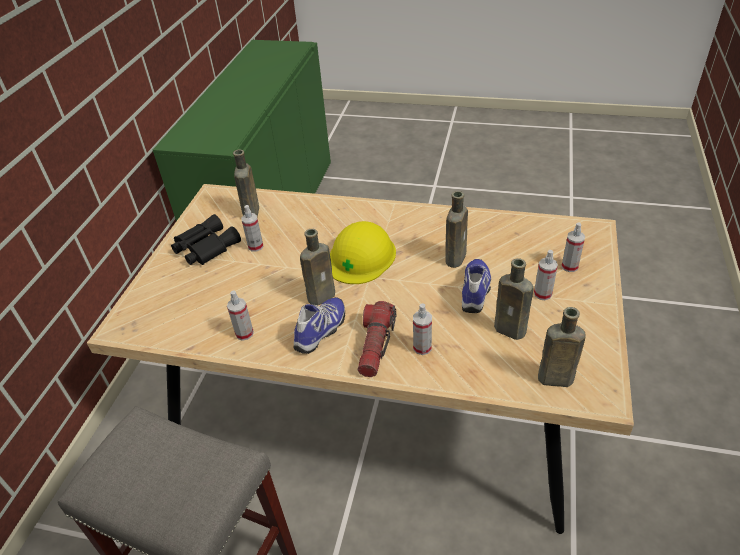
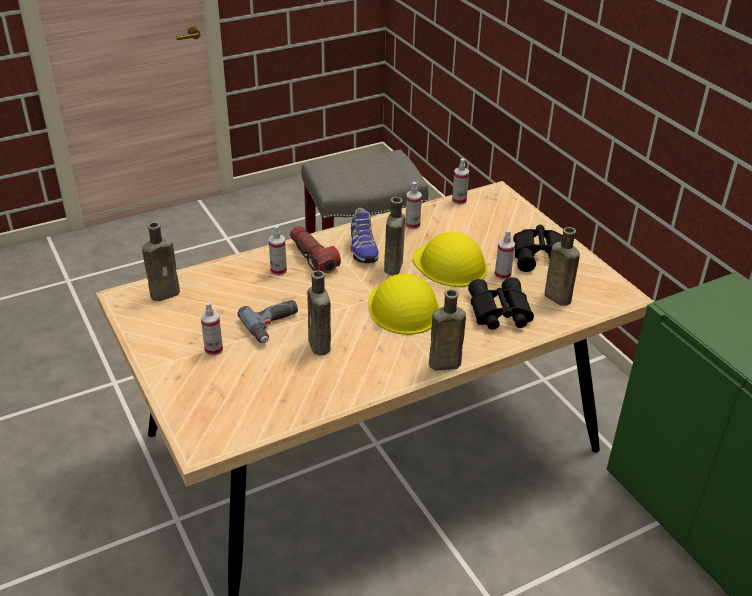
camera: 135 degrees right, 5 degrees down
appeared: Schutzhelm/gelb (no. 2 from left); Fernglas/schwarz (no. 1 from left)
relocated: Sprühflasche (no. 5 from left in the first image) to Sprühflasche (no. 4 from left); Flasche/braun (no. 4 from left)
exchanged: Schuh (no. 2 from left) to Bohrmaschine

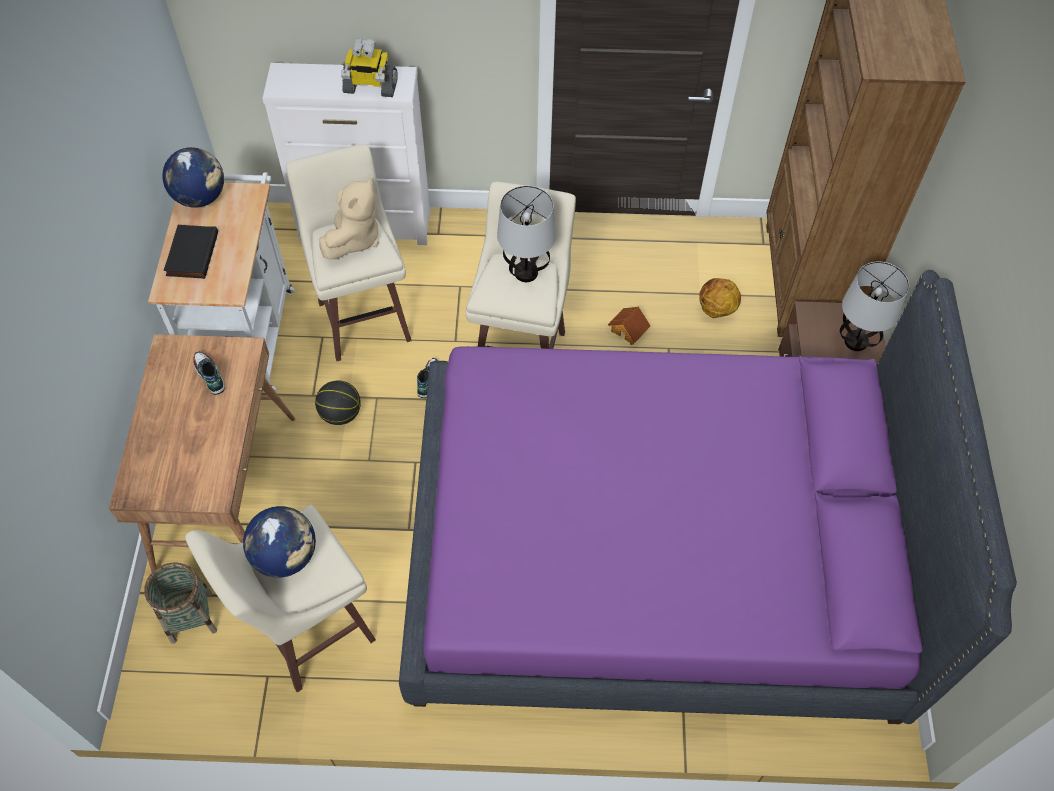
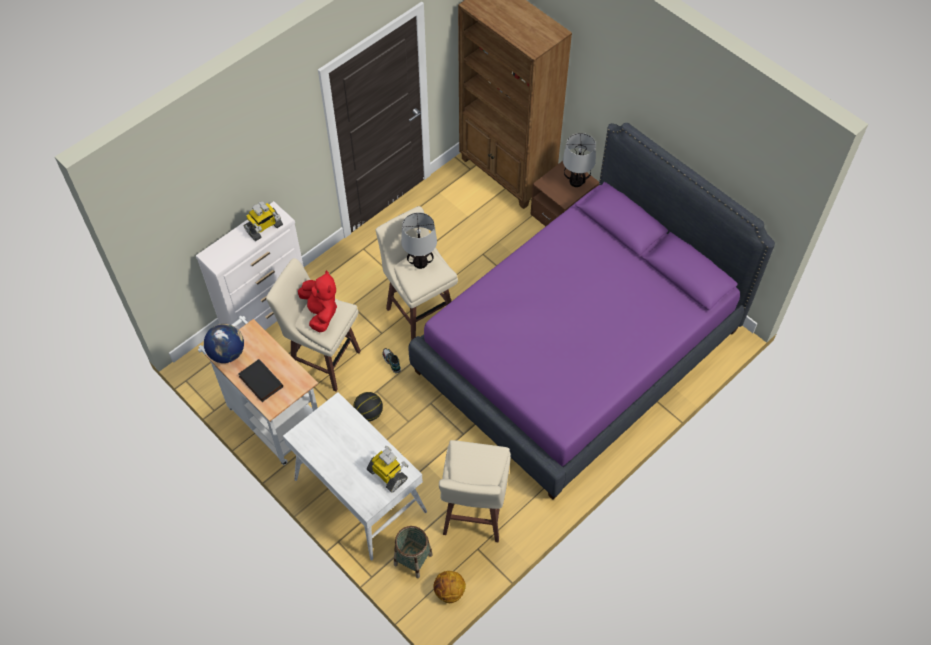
camera: 45 degrees left, 0 degrees up
missing: Spielzeughaus; Schuh (no. 1 from left); Globus (no. 2 from left)
appeared: Spielzeugroboter (no. 2 from left)
relocated: Basketball (no. 2 from left)
colour: Plüschtier/beige to Plüschtier/rot; Schreibtisch/braun to Schreibtisch/weiß

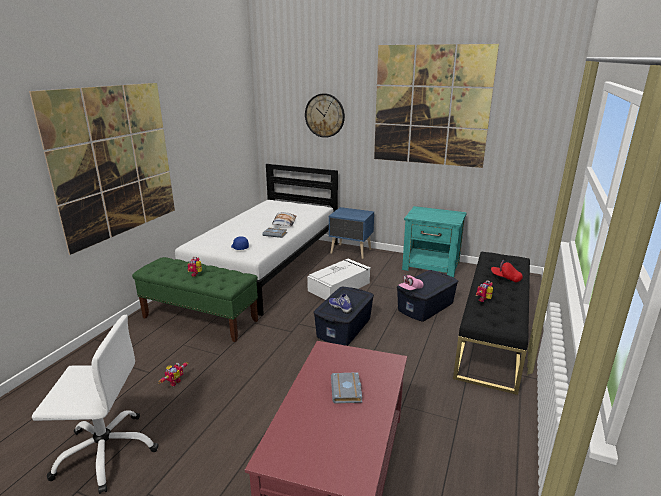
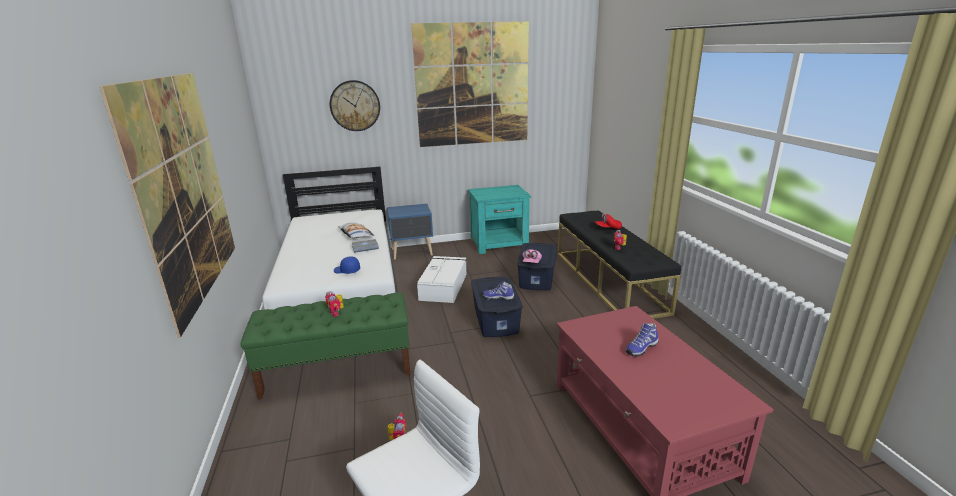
camera: 35 degrees left, 0 degrees up
exchanged: Buch/grau (no. 2 from left) to Schuh (no. 2 from left)

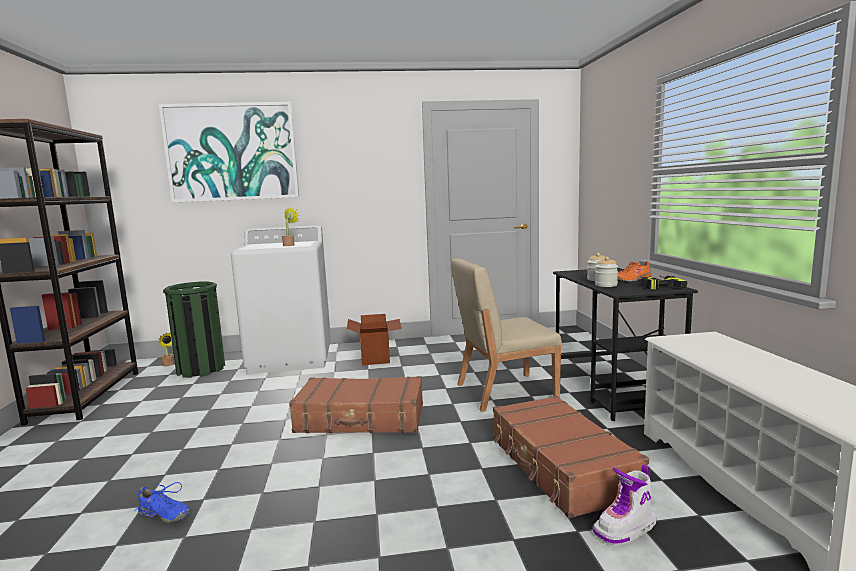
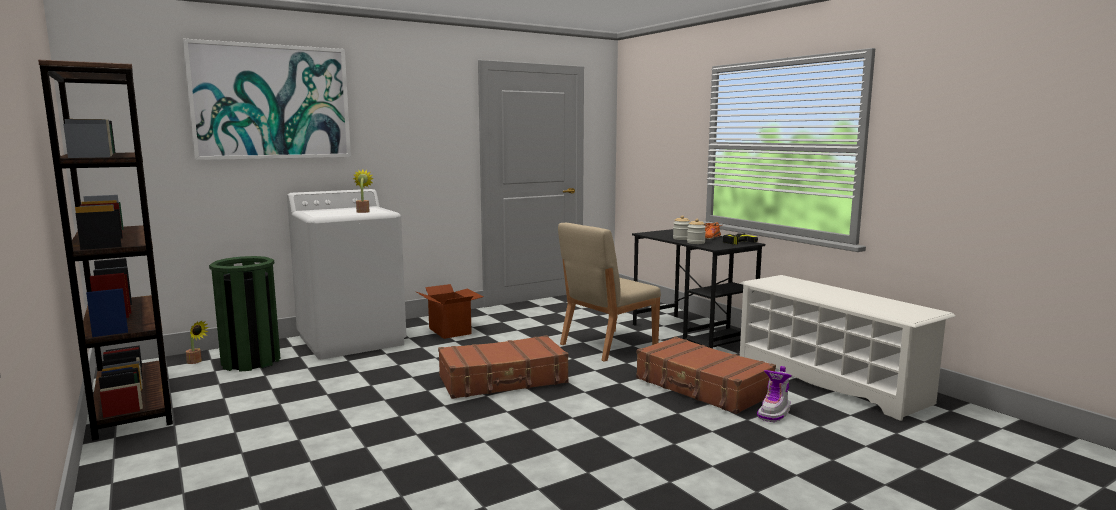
camera: 25 degrees left, 0 degrees up
missing: Schuh/blau

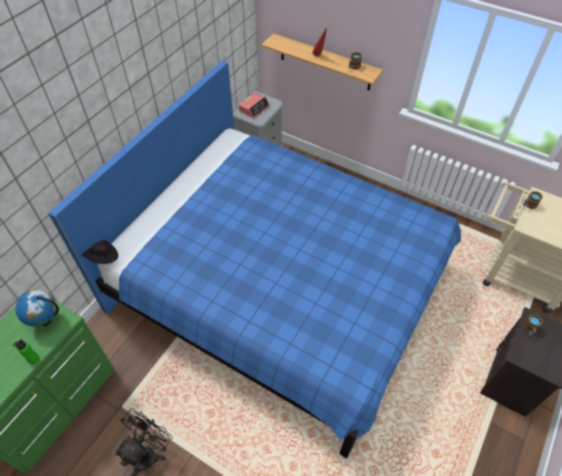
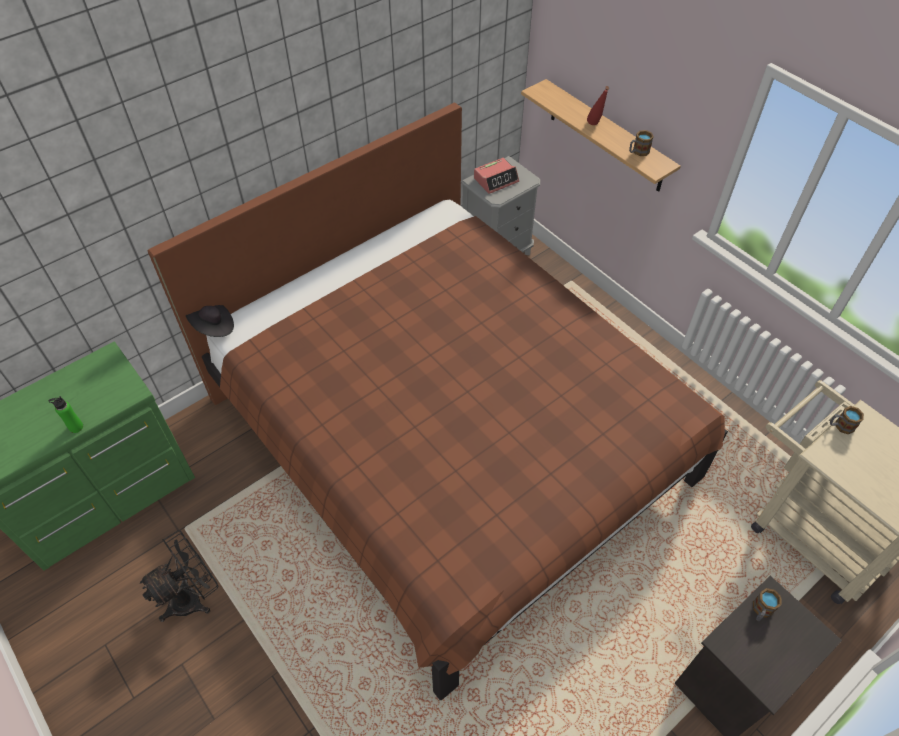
camera: 20 degrees right, 0 degrees up
missing: Globus
colour: Bett/blau to Bett/braun

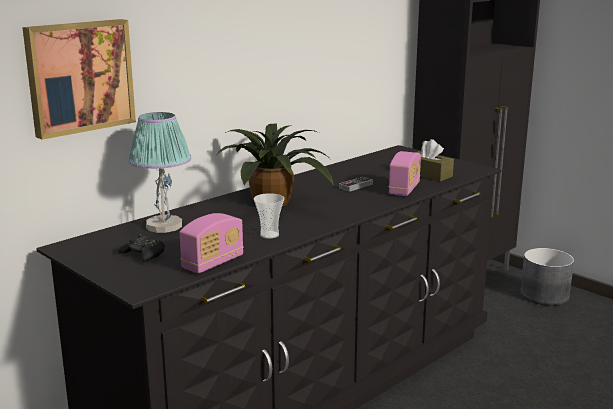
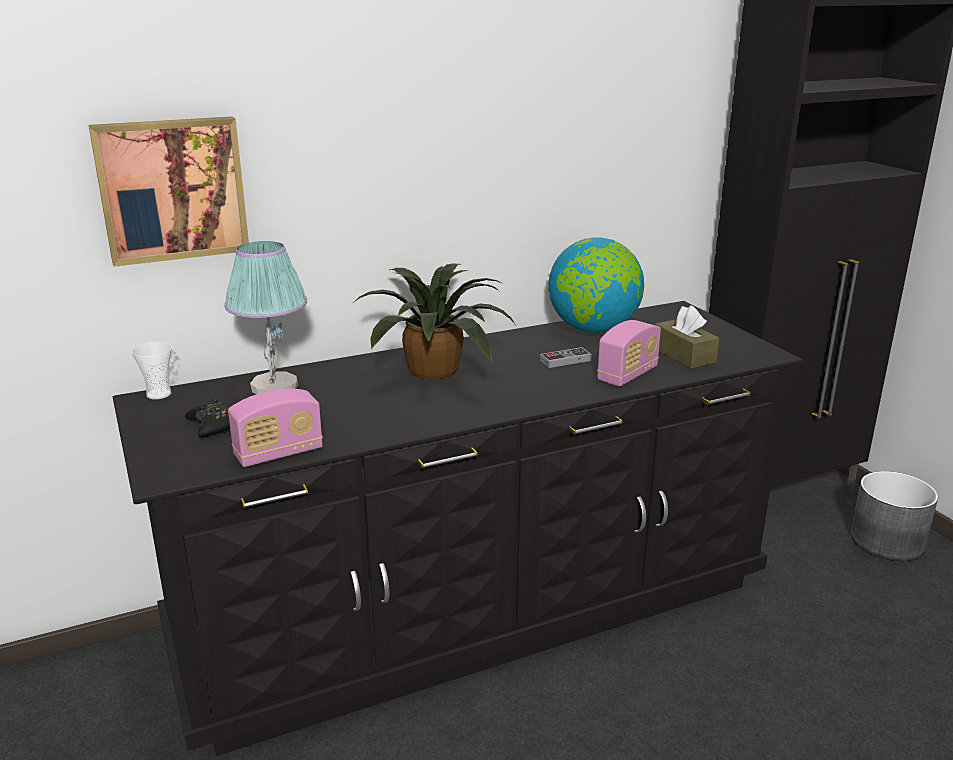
camera: 20 degrees right, 5 degrees up
appeared: Globus
relocated: Tasse

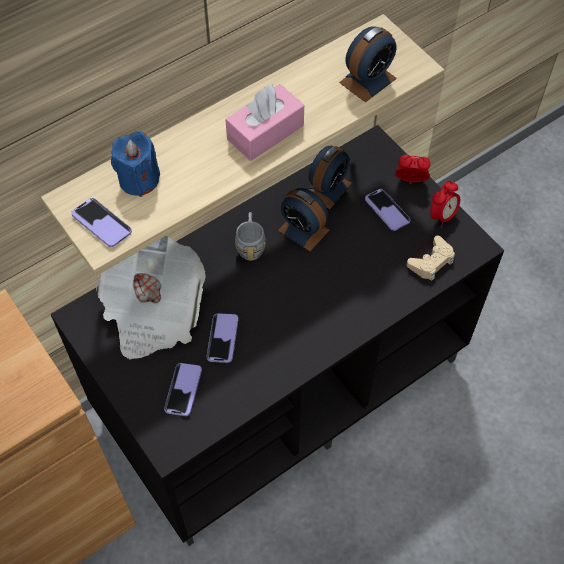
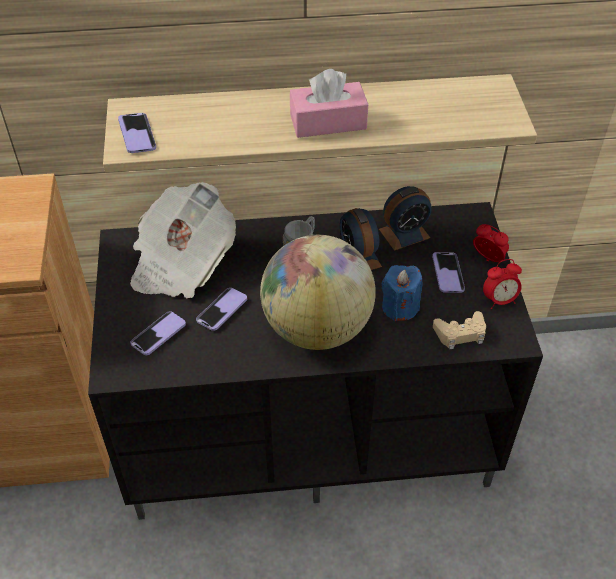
camera: 30 degrees right, 10 degrees down
missing: Wecker (no. 3 from left)
appeared: Globus
relocated: Kerze/blau

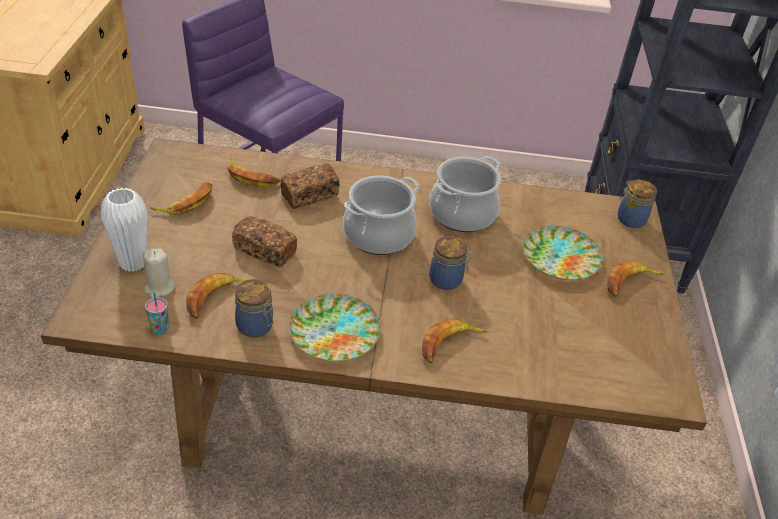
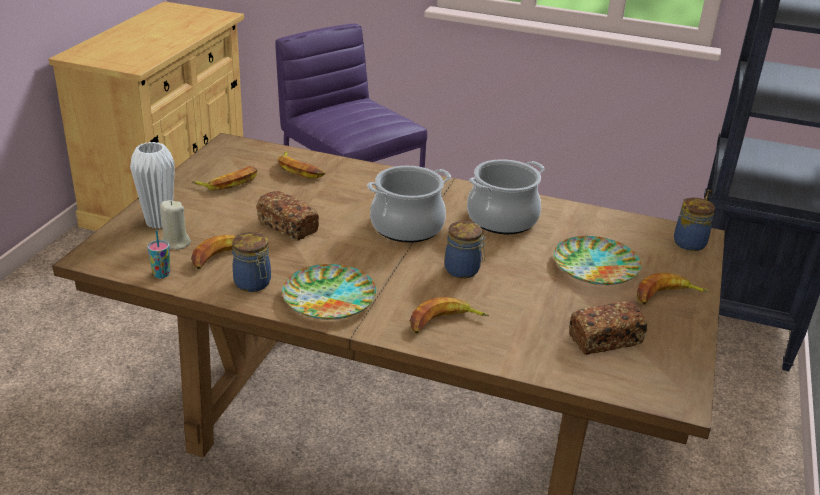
camera: 15 degrees right, 10 degrees down
relocated: Brot (no. 2 from left)

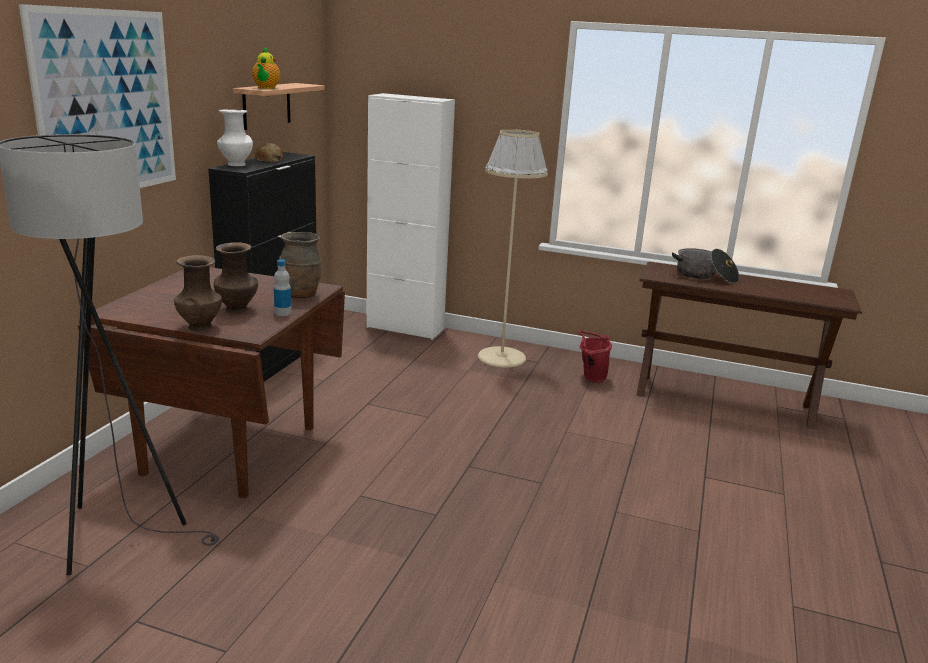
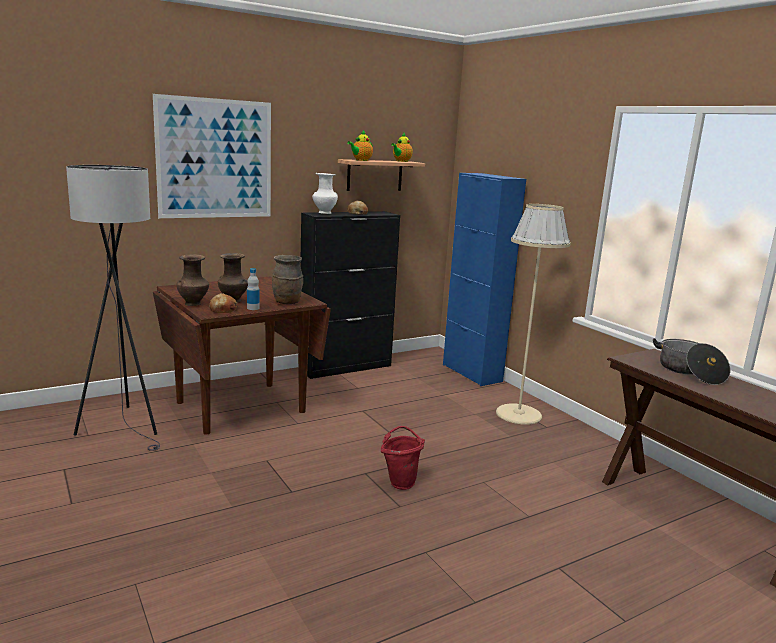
camera: 40 degrees right, 5 degrees down
appeared: Teekanne (no. 2 from left); Brot (no. 1 from left)
relocated: Eimer/rot
colour: Schrank/weiß to Schrank/blau

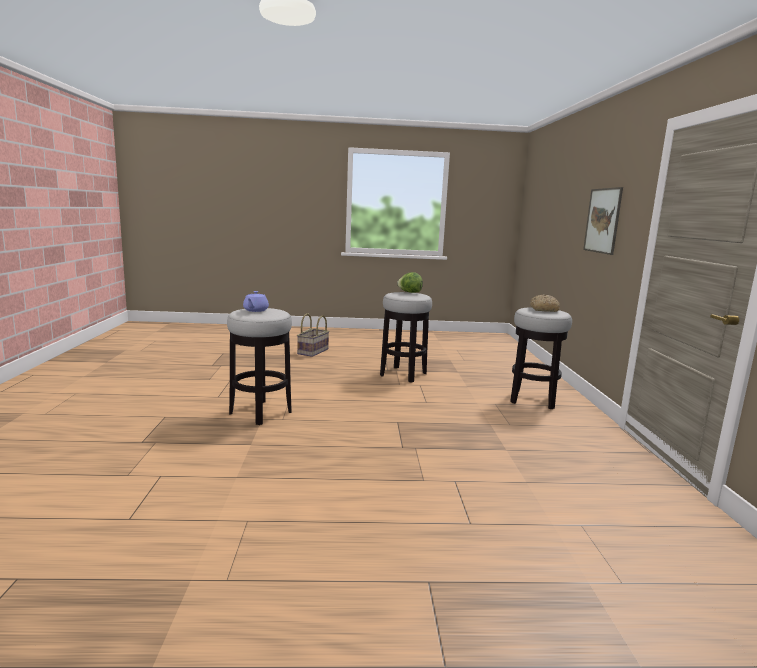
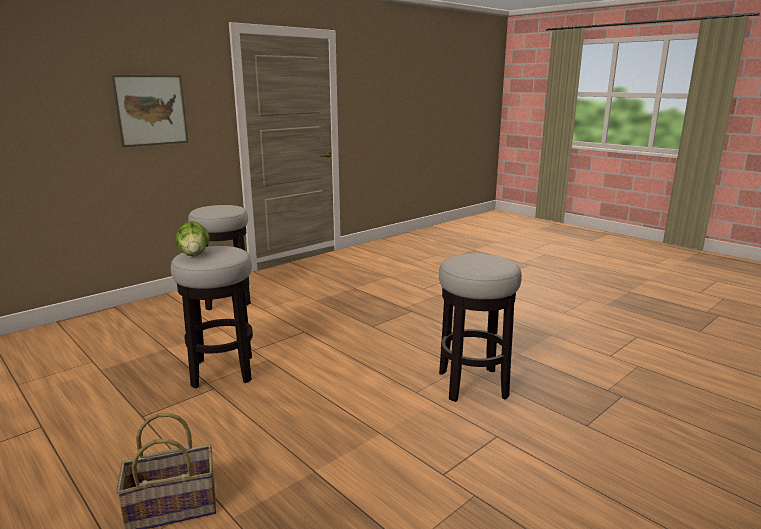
camera: 130 degrees left, 5 degrees up
missing: Teekanne/lila; Brot

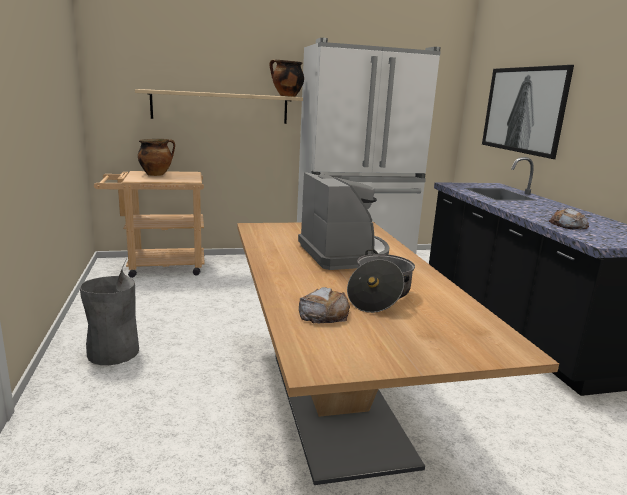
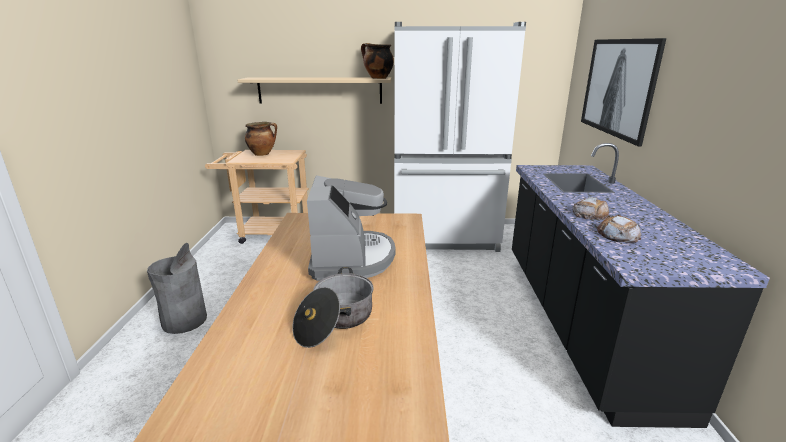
camera: 15 degrees right, 5 degrees up
relocated: Brot (no. 1 from left)

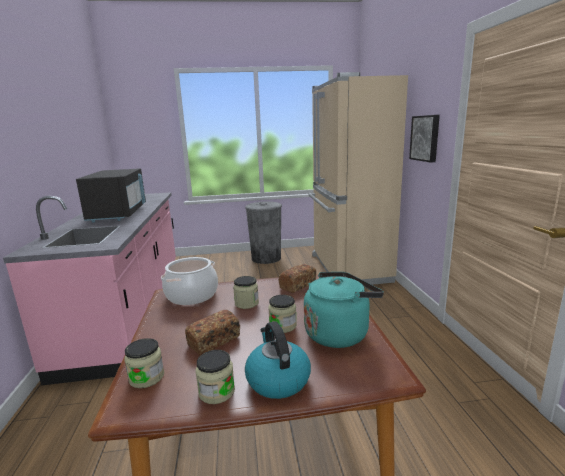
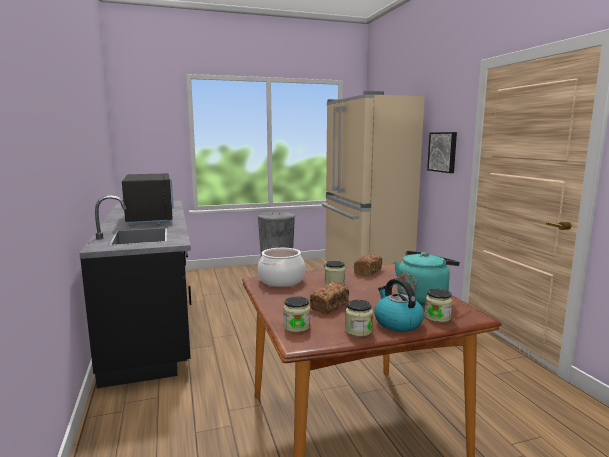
camera: 10 degrees left, 5 degrees down
relocated: Vorratsglas (no. 4 from left)
colour: Küchenzeile/rosa to Küchenzeile/schwarz

